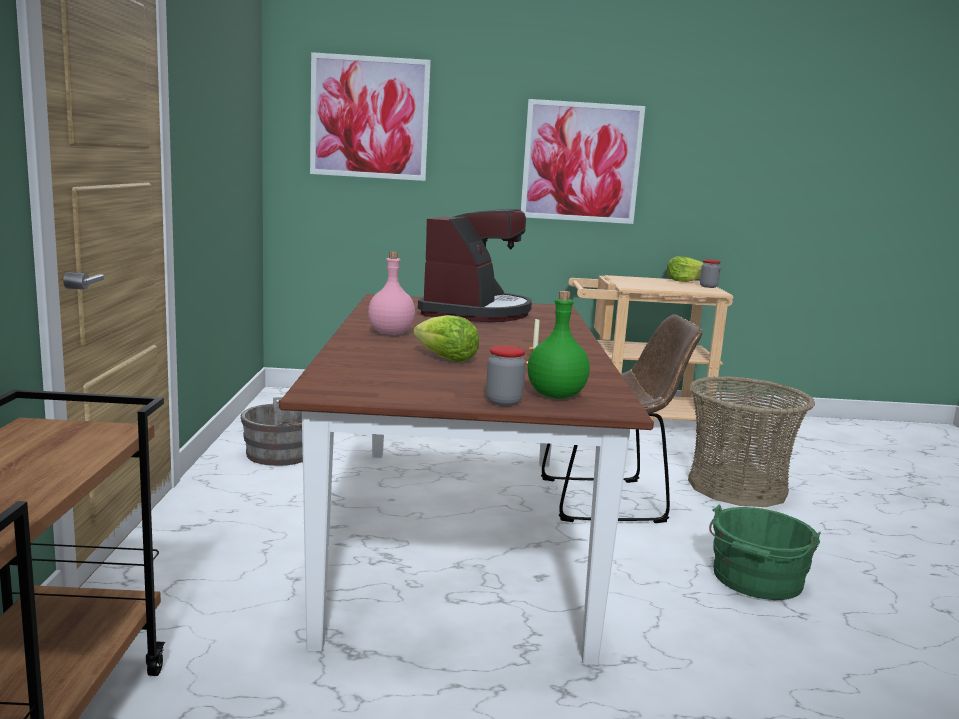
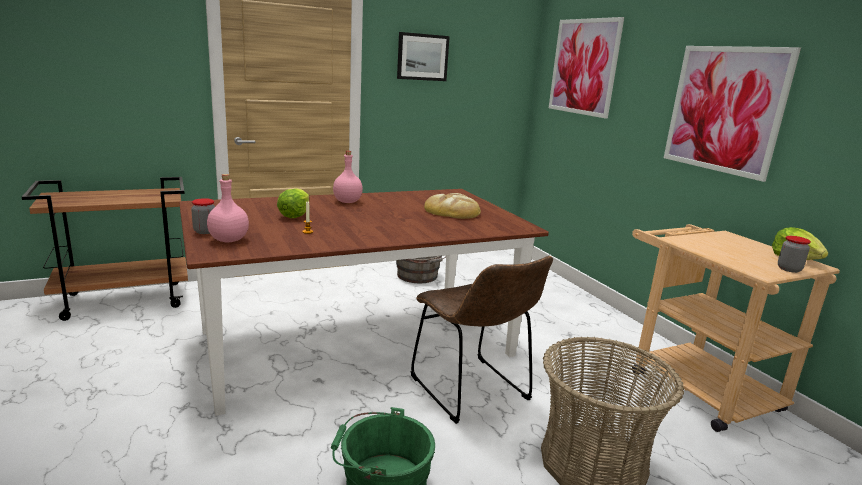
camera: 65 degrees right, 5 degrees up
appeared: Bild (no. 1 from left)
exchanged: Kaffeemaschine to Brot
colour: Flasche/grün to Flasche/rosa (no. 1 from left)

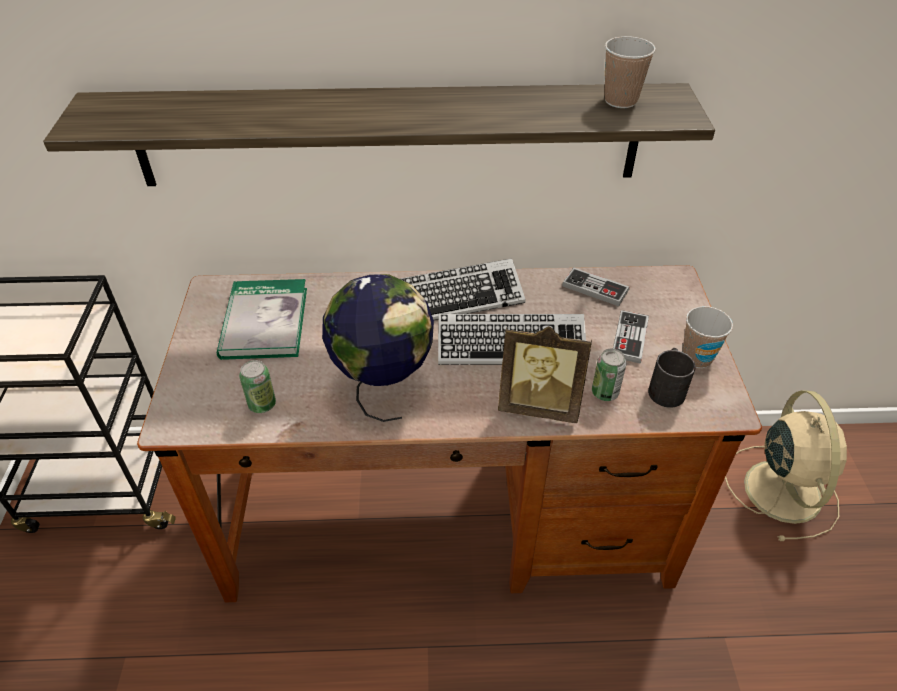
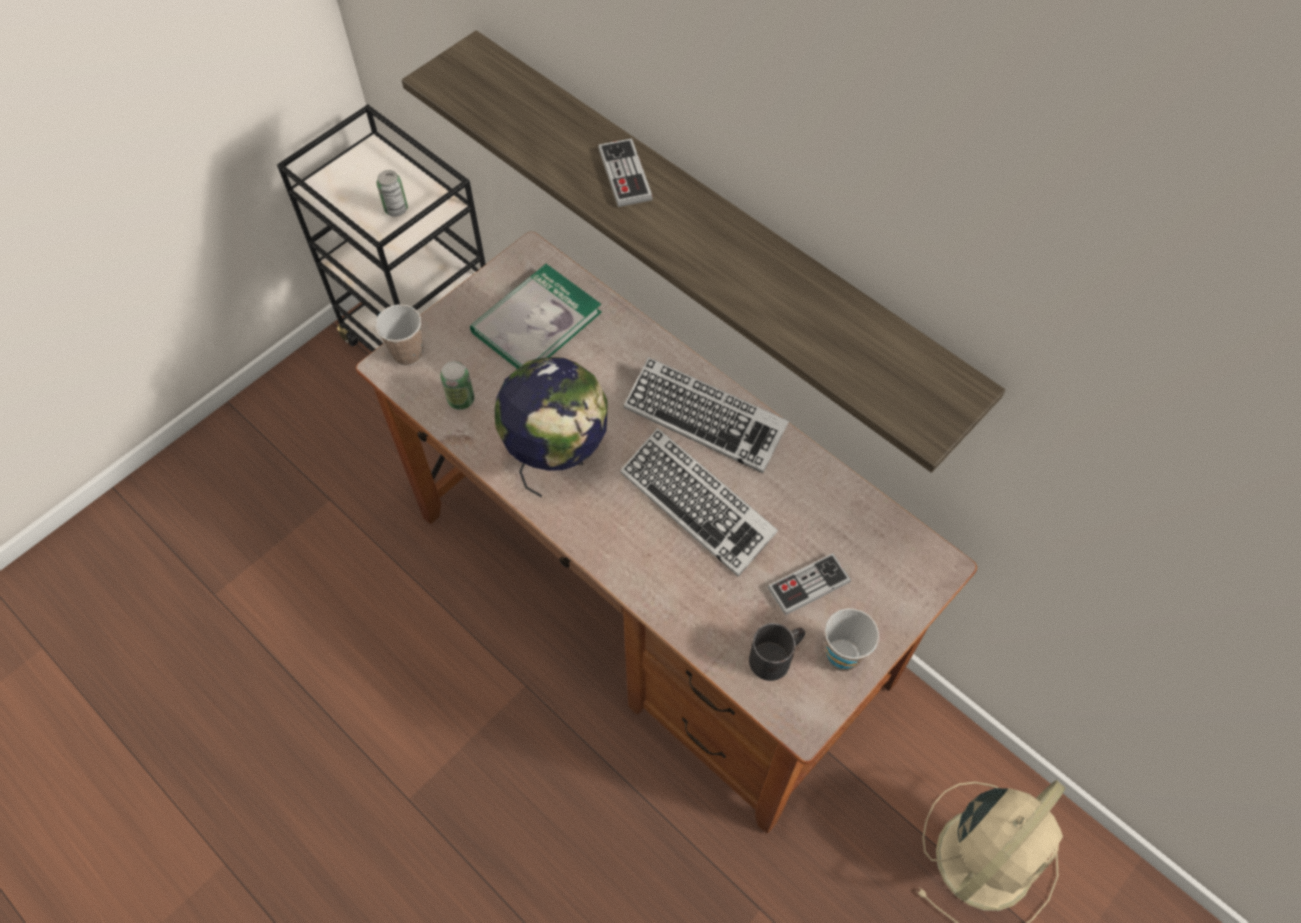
camera: 45 degrees right, 15 degrees up
missing: Bilderrahmen
relocated: Tasse (no. 1 from left); Gamepad (no. 1 from left); Dose (no. 2 from left in the first image) to Dose (no. 1 from left)

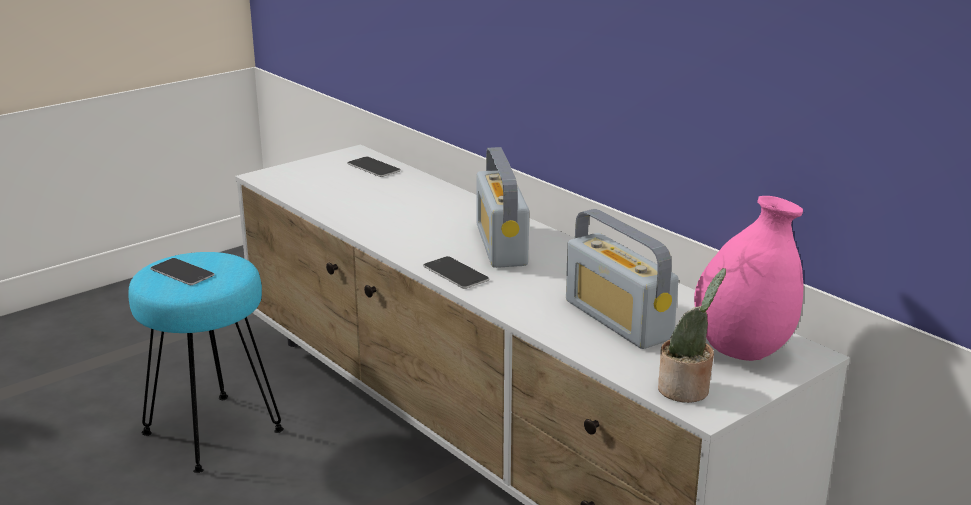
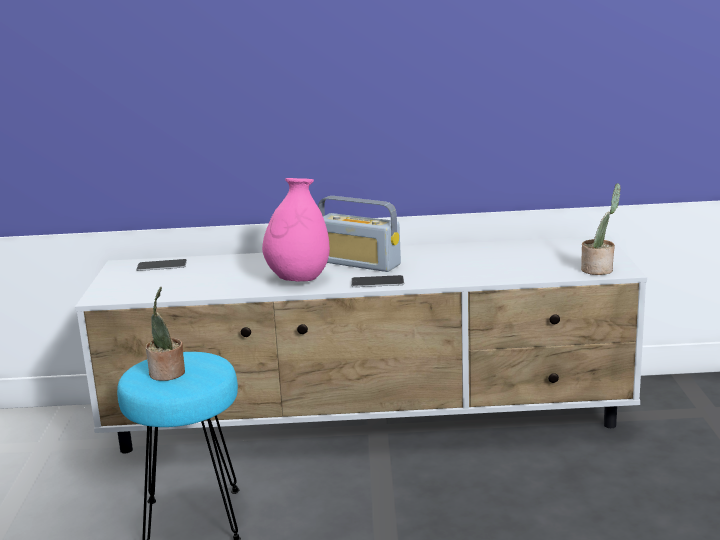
camera: 50 degrees left, 5 degrees down
missing: Radio (no. 2 from left)
relocated: Vase/rosa
exchanged: Handy (no. 1 from left) to Topfpflanze (no. 1 from left)

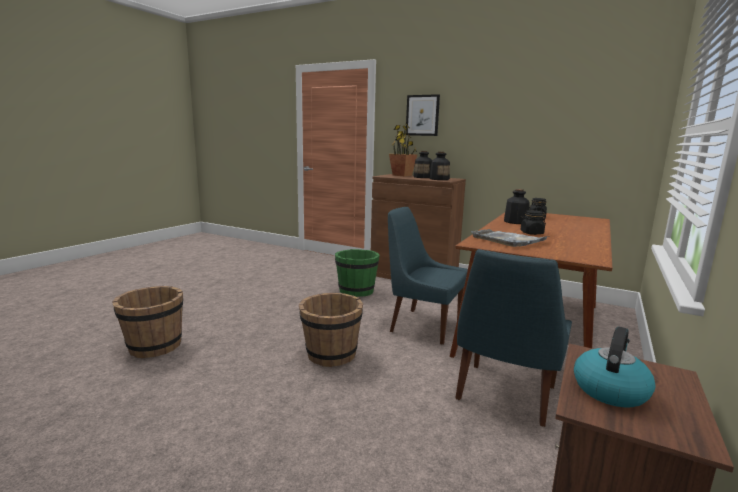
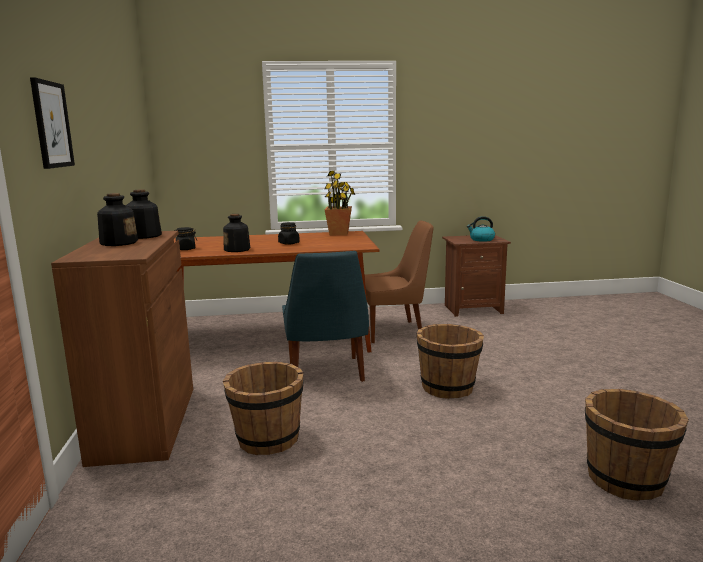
camera: 125 degrees left, 0 degrees up
missing: Tablett/grau
relocated: Topfpflanze
colour: Eimer/grün to Eimer/braun (no. 1 from left); Stuhl/blau (no. 2 from left) to Stuhl/braun

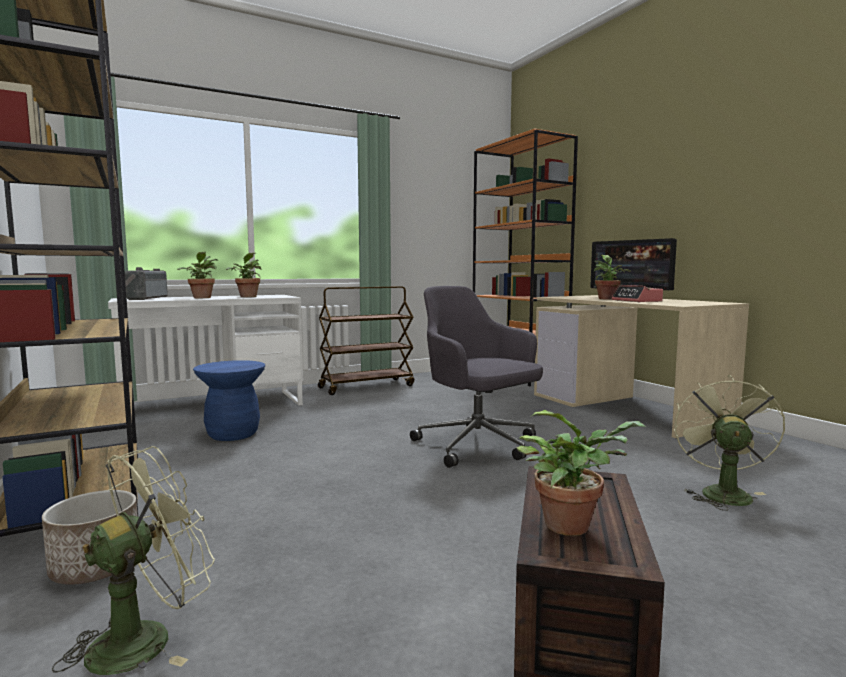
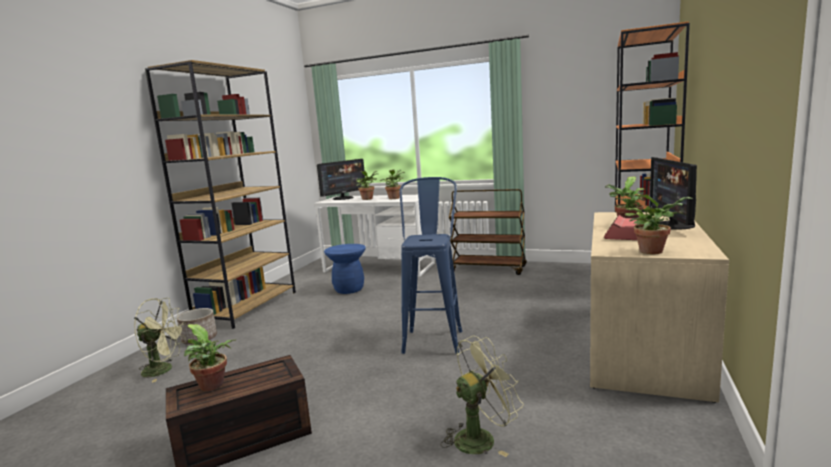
camera: 50 degrees right, 5 degrees up
appeared: Topfpflanze (no. 5 from left)
exchanged: Radio to Monitor (no. 1 from left); Bürostuhl/grau to Hocker/blau (no. 2 from left)

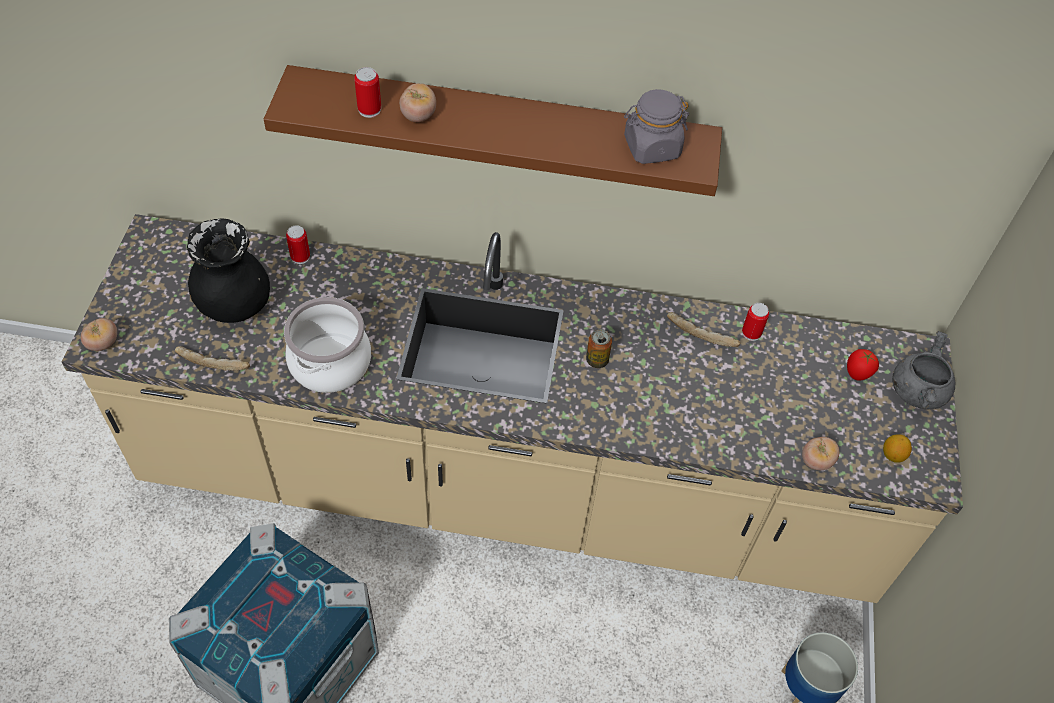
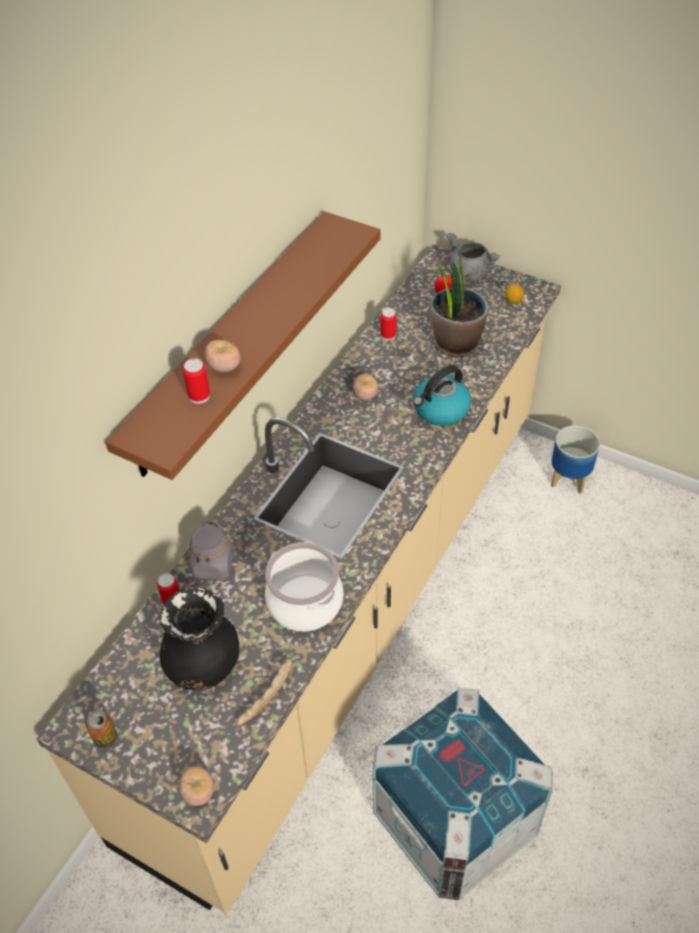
camera: 65 degrees left, 5 degrees down
missing: Brot (no. 2 from left)
appeared: Topfpflanze; Wasserkessel
relocated: Vorratsglas/grau; Dose (no. 3 from left in the first image) to Dose (no. 1 from left); Tomate (no. 3 from left)

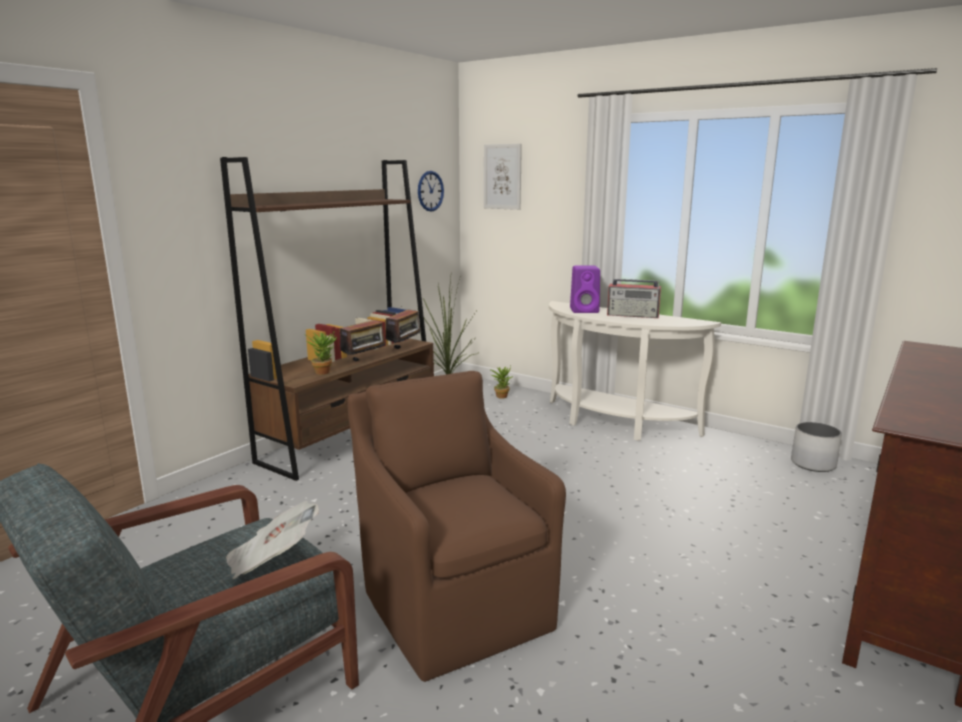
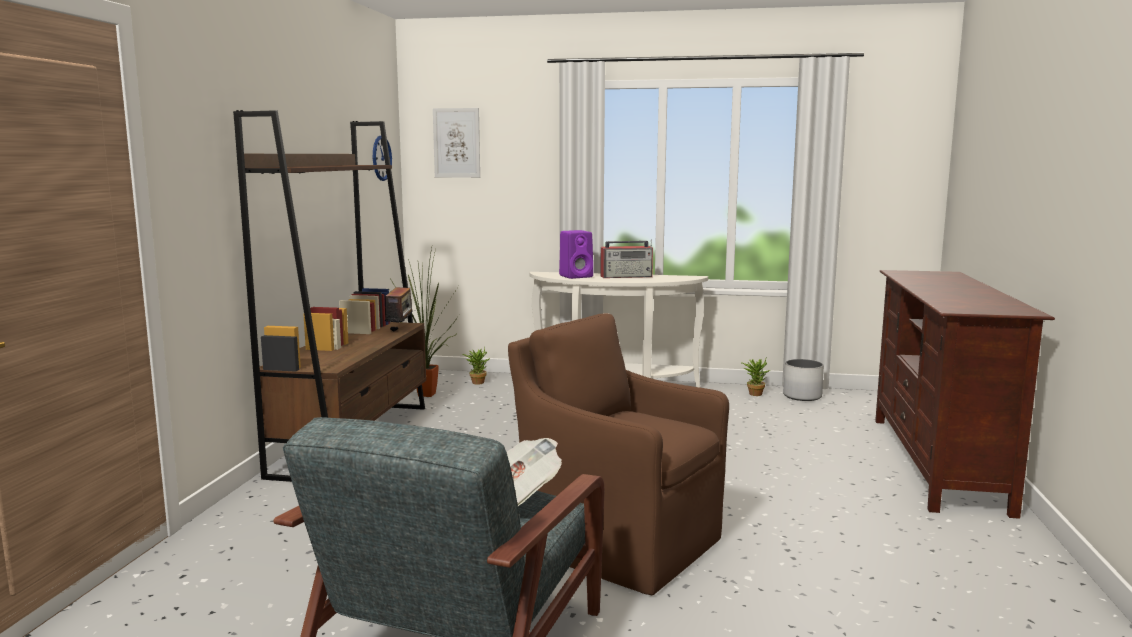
camera: 25 degrees left, 5 degrees down
missing: Radio (no. 1 from left)
relocated: Topfpflanze (no. 1 from left in the first image) to Topfpflanze (no. 3 from left)

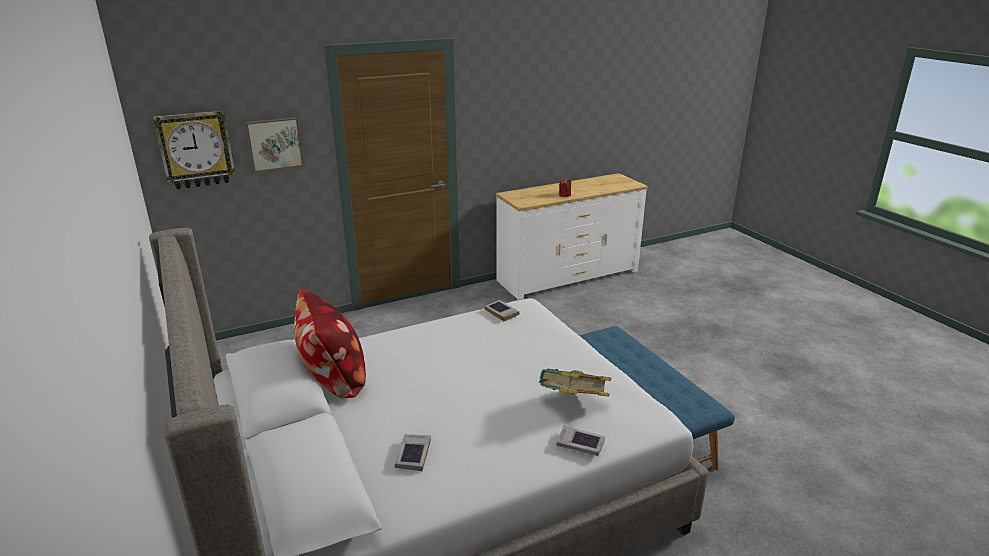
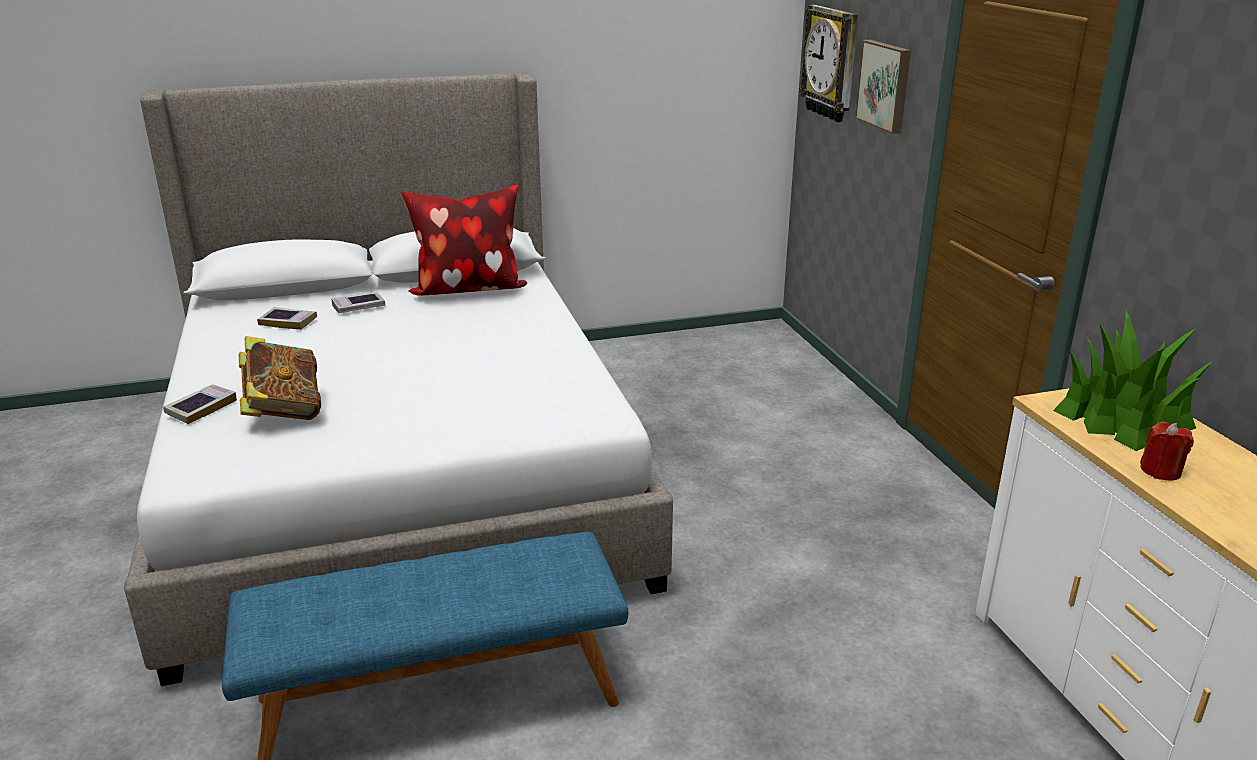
camera: 100 degrees right, 0 degrees up
appeared: Topfpflanze
relocated: Buch (no. 2 from left in the first image) to Buch (no. 4 from left)

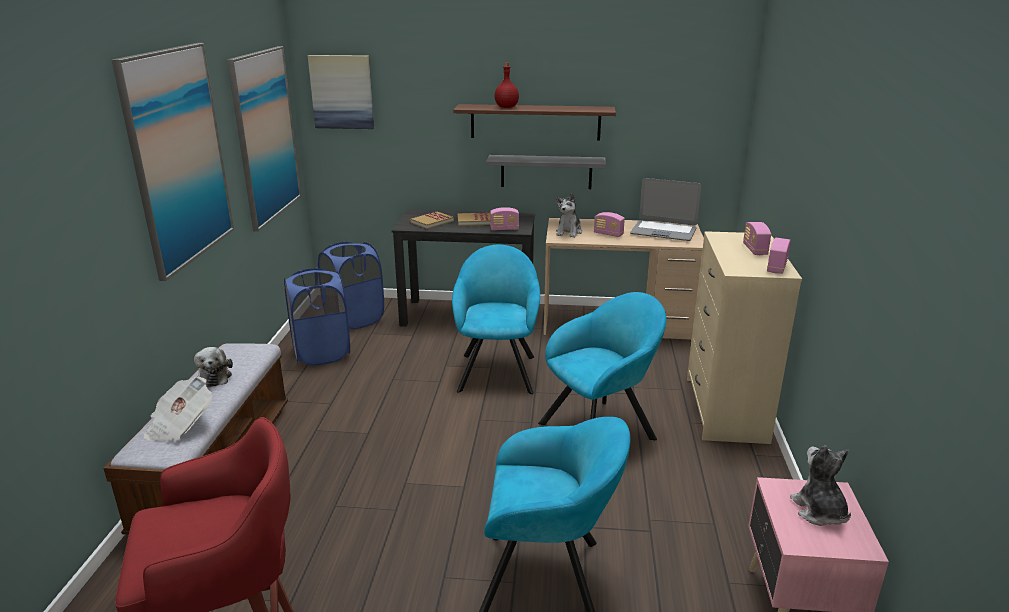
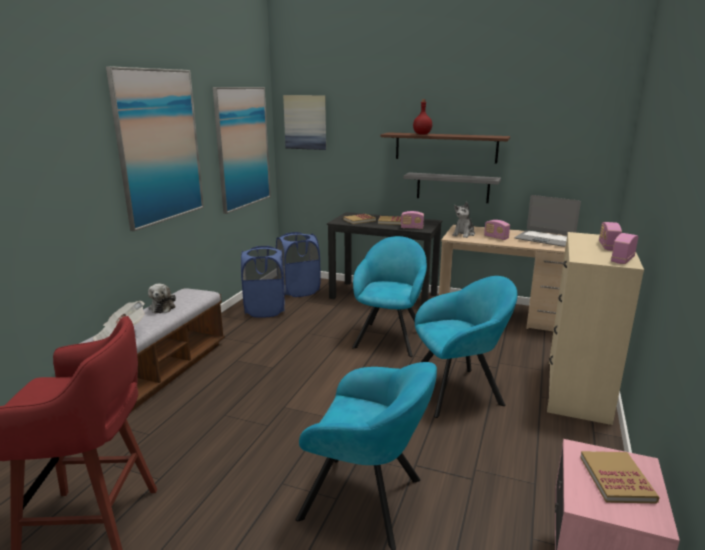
camera: 15 degrees right, 5 degrees down
exchanged: Plüschtier (no. 3 from left) to Buch (no. 3 from left)

